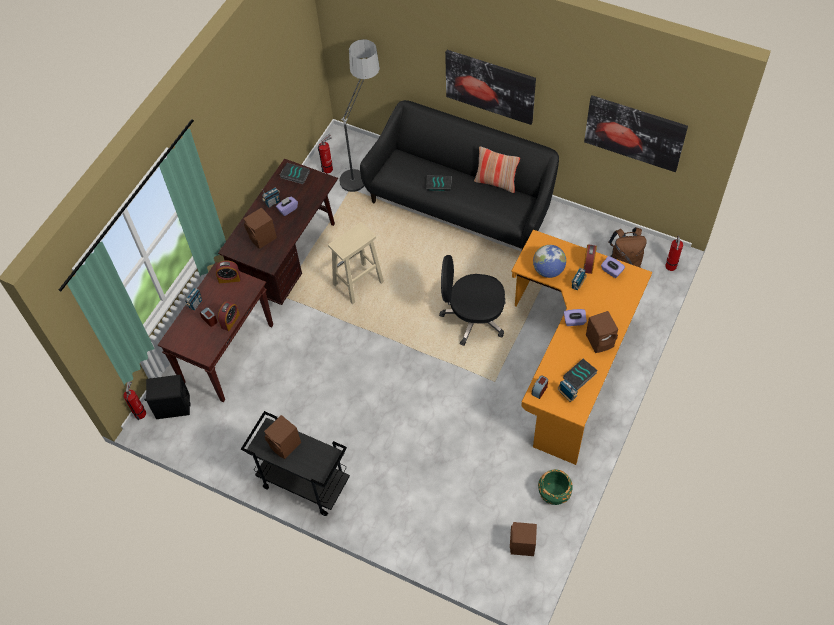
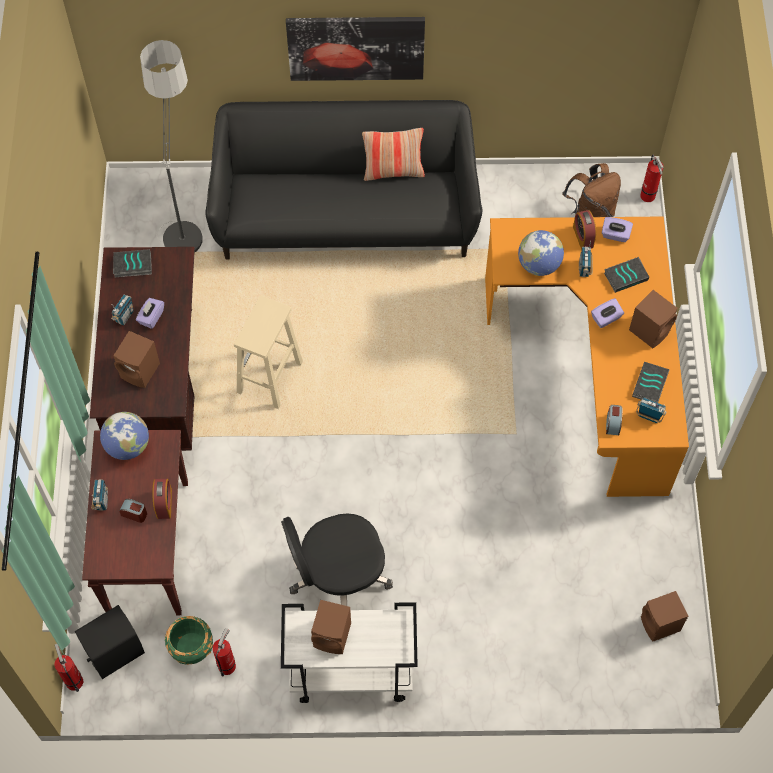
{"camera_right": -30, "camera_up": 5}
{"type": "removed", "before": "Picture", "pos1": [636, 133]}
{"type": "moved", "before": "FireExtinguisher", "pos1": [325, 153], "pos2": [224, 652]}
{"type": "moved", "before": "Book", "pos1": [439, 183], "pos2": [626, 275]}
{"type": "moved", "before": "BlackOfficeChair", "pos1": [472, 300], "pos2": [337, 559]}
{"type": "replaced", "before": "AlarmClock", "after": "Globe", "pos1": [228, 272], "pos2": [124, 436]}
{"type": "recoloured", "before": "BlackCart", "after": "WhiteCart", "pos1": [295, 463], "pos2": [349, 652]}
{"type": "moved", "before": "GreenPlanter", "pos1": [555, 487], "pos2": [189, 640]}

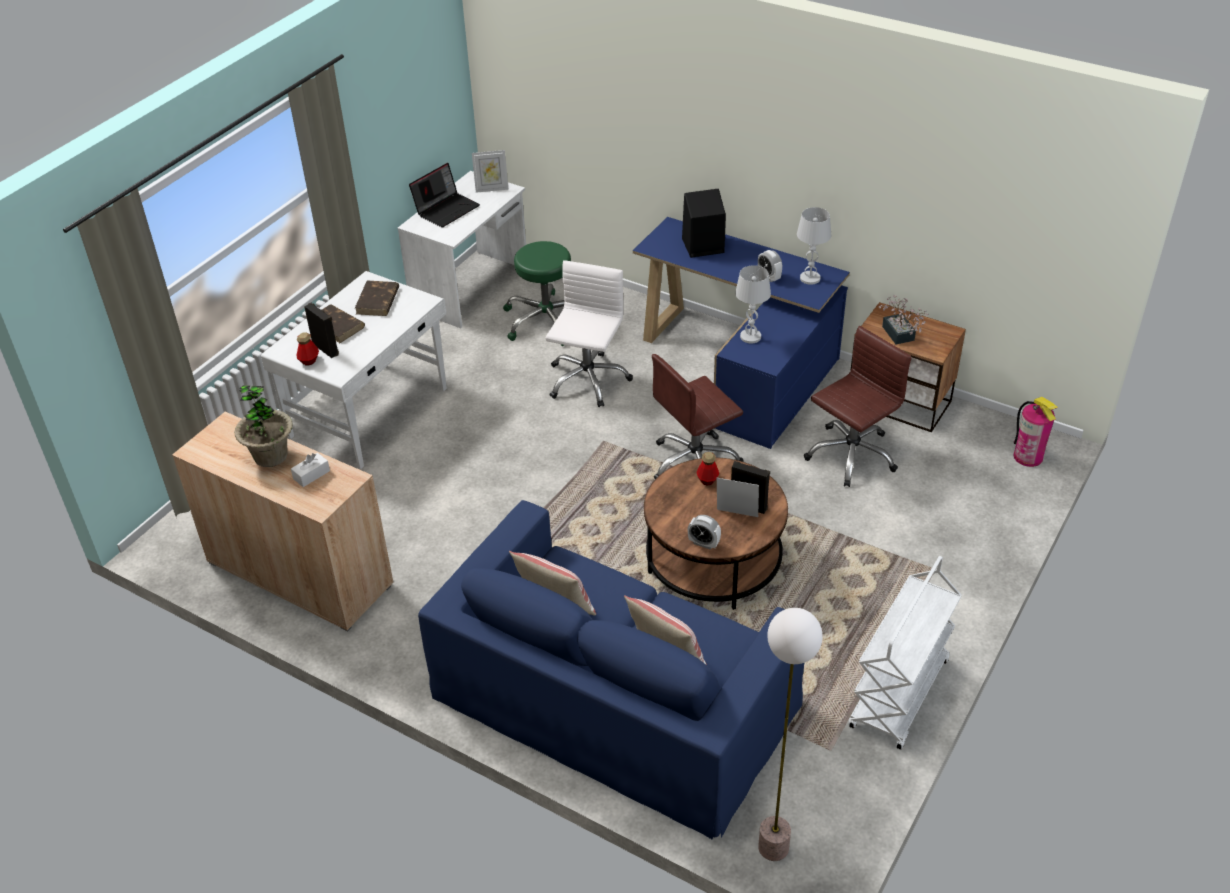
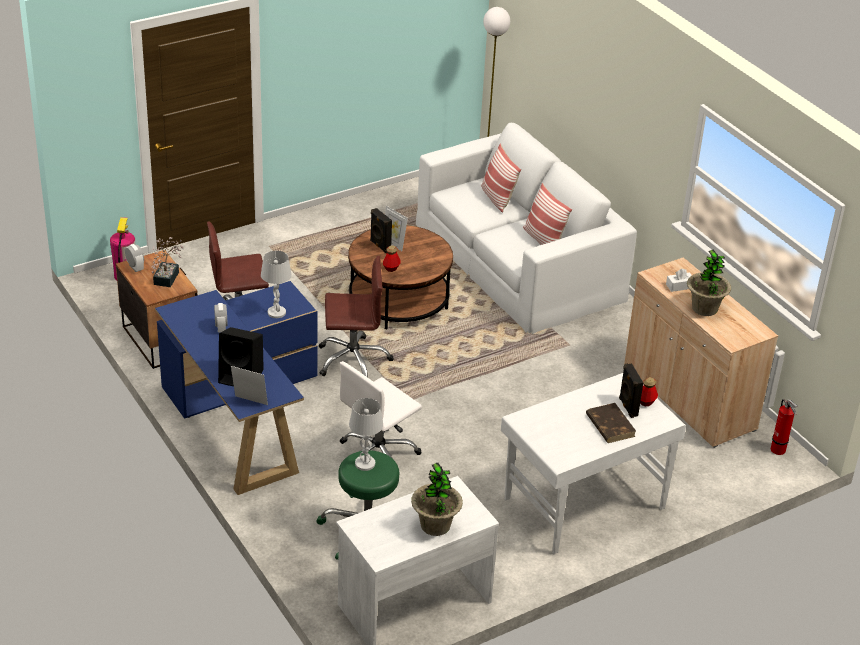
{"camera_right": -155, "camera_up": -5}
{"type": "moved", "before": "PictureFrame", "pos1": [490, 171], "pos2": [249, 385]}
{"type": "replaced", "before": "Laptop", "after": "PottedPlant", "pos1": [444, 195], "pos2": [437, 499]}
{"type": "moved", "before": "WhiteTableLamp", "pos1": [814, 246], "pos2": [366, 434]}
{"type": "removed", "before": "BrownBook", "pos1": [377, 298]}
{"type": "recoloured", "before": "BlueSofa", "after": "WhiteSofa", "pos1": [611, 670], "pos2": [526, 228]}
{"type": "moved", "before": "AlarmClock", "pos1": [704, 532], "pos2": [134, 258]}
{"type": "removed", "before": "WhiteCart", "pos1": [905, 653]}
{"type": "added", "after": "FireExtinguisher", "pos2": [784, 427]}

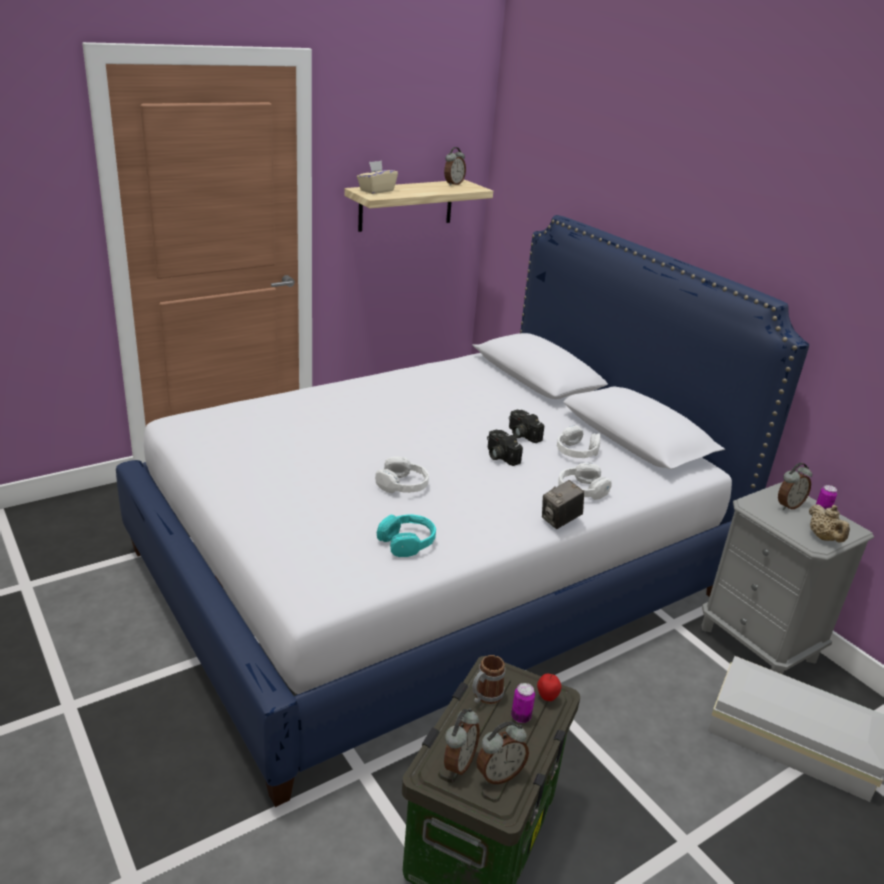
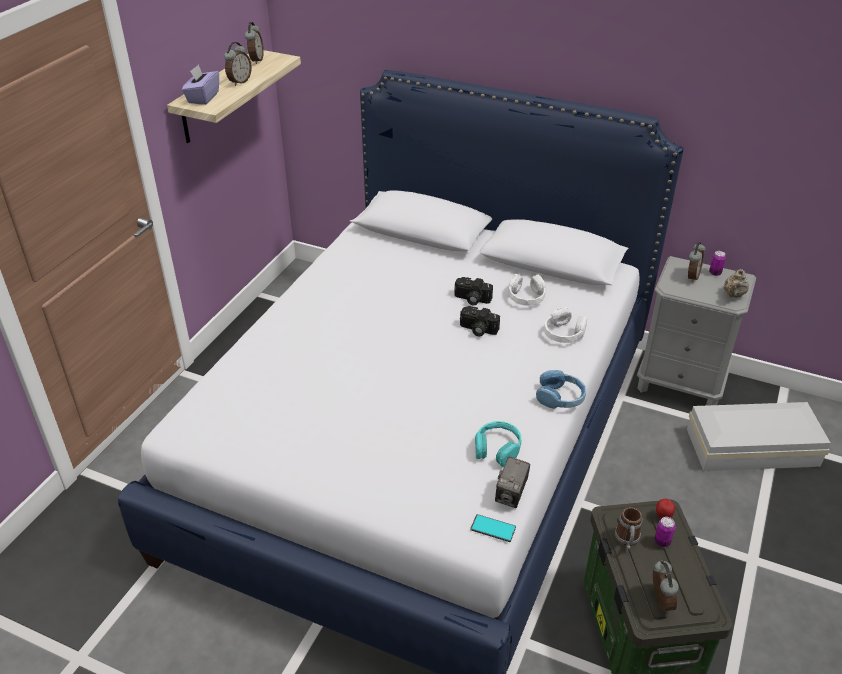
{"camera_right": -30, "camera_up": 10}
{"type": "recoloured", "before": "BeigeTissueBox", "after": "PurpleTissueBox", "pos1": [377, 177], "pos2": [200, 84]}
{"type": "removed", "before": "WhiteHeadphones", "pos1": [402, 474]}
{"type": "moved", "before": "PhotoCamera", "pos1": [563, 504], "pos2": [512, 482]}
{"type": "turned", "before": "BeigeTeapot", "pos1": [829, 523], "pos2": [736, 283], "turn": 75}
{"type": "moved", "before": "AlarmClock", "pos1": [502, 752], "pos2": [238, 64]}
{"type": "added", "after": "BlueHeadphones", "pos2": [561, 389]}
{"type": "added", "after": "Phone", "pos2": [493, 528]}

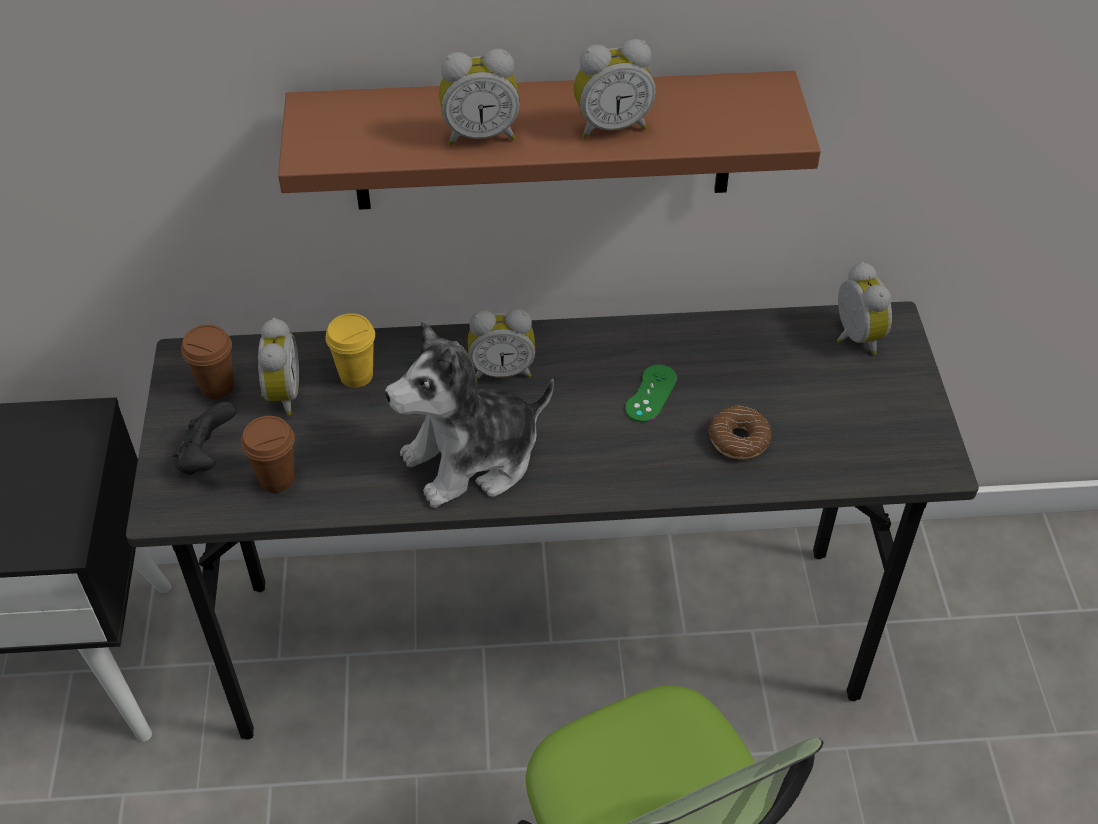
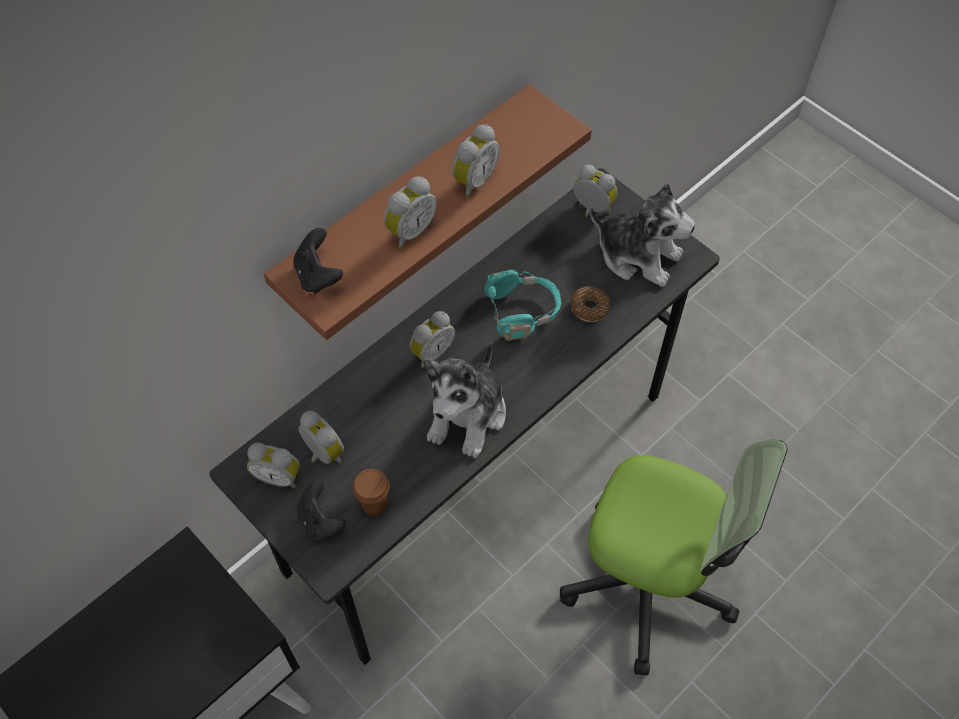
{"camera_right": -40, "camera_up": 10}
{"type": "removed", "before": "YellowCup", "pos1": [350, 350]}
{"type": "replaced", "before": "BrownCup", "after": "AlarmClock", "pos1": [207, 362], "pos2": [273, 466]}
{"type": "replaced", "before": "GreenGameController", "after": "TurquoiseHeadphones", "pos1": [651, 393], "pos2": [522, 305]}
{"type": "added", "after": "PlushToy", "pos2": [642, 235]}
{"type": "added", "after": "BlackGameController", "pos2": [318, 260]}

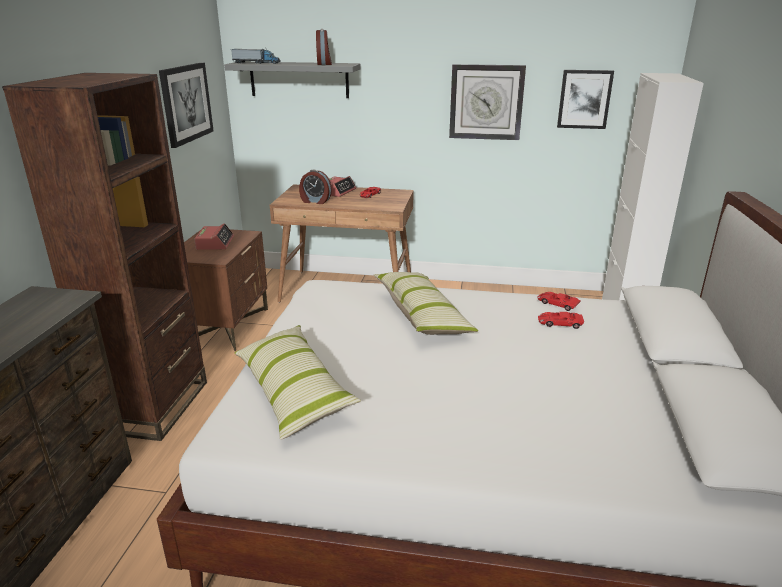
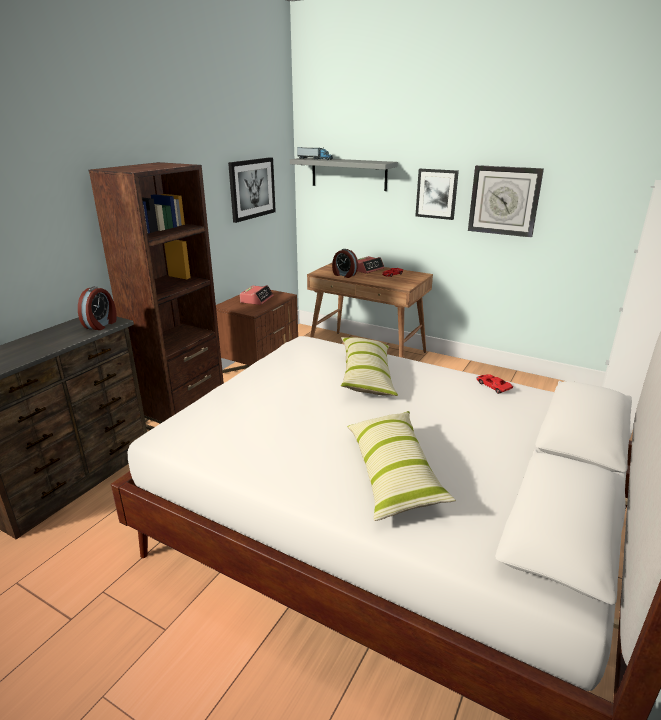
{"camera_right": 20, "camera_up": 0}
{"type": "moved", "before": "AlarmClock", "pos1": [324, 47], "pos2": [97, 308]}
{"type": "moved", "before": "Picture", "pos1": [585, 99], "pos2": [437, 194]}
{"type": "removed", "before": "RedToyCar", "pos1": [561, 320]}
{"type": "moved", "before": "Pillow", "pos1": [298, 382], "pos2": [401, 466]}

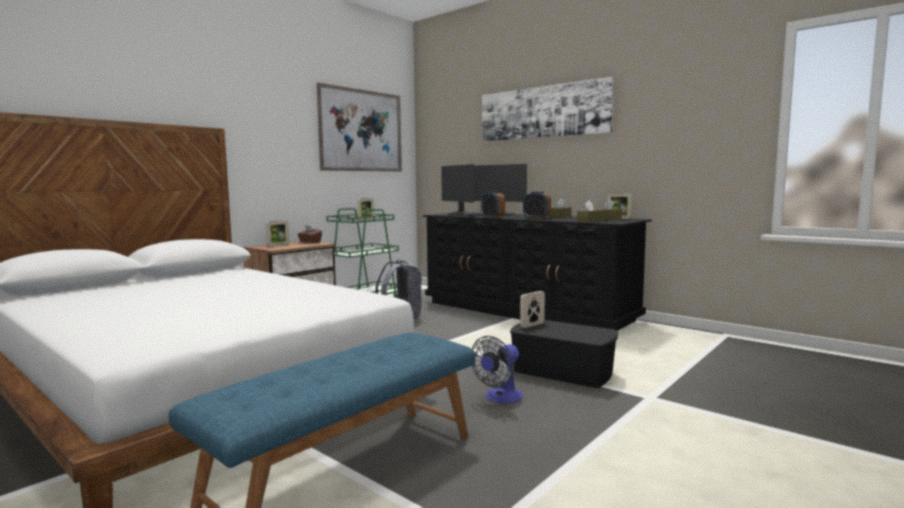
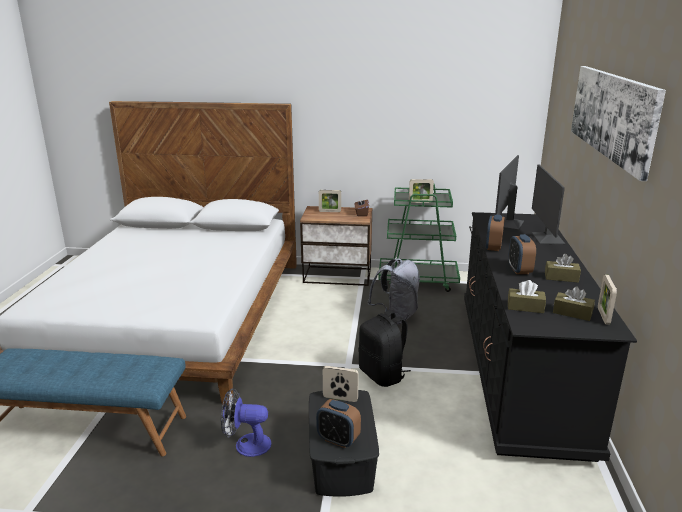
{"camera_right": 55, "camera_up": 15}
{"type": "removed", "before": "Picture", "pos1": [359, 127]}
{"type": "added", "after": "BlackBackpack", "pos2": [385, 348]}
{"type": "added", "after": "AlarmClock", "pos2": [338, 423]}

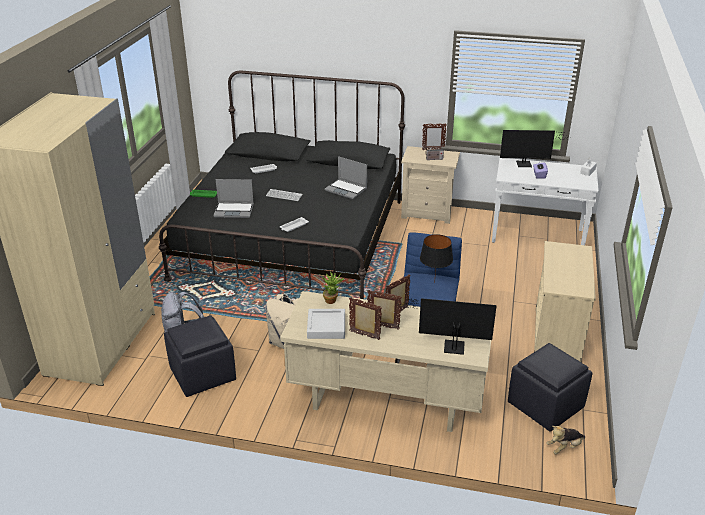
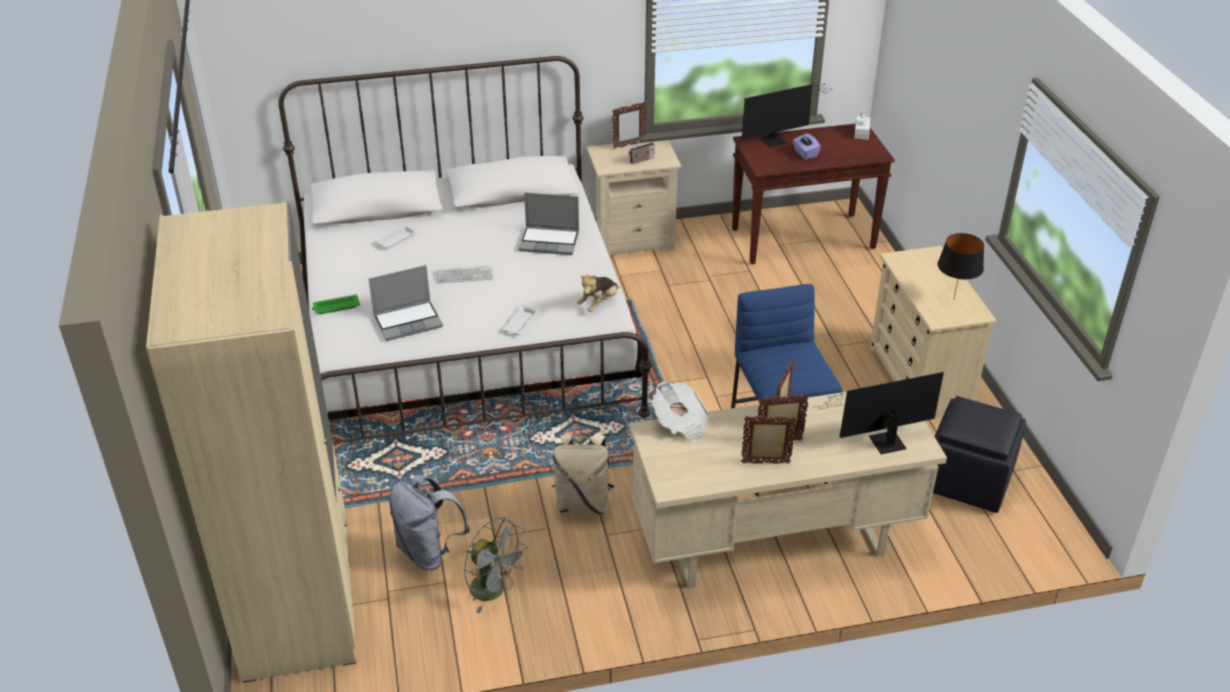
{"camera_right": -25, "camera_up": 5}
{"type": "recoloured", "before": "BlackBed", "after": "WhiteBed", "pos1": [282, 185], "pos2": [465, 250]}
{"type": "recoloured", "before": "WhiteConsoleTable", "after": "BrownConsoleTable", "pos1": [545, 201], "pos2": [813, 194]}
{"type": "moved", "before": "BlackTableLamp", "pos1": [436, 259], "pos2": [961, 265]}
{"type": "replaced", "before": "PottedPlant", "after": "Newspaper", "pos1": [332, 288], "pos2": [682, 412]}
{"type": "removed", "before": "GreyTray", "pos1": [326, 324]}
{"type": "replaced", "before": "BlackOttoman", "after": "GreyFan", "pos1": [200, 356], "pos2": [496, 565]}
{"type": "moved", "before": "PlushToy", "pos1": [566, 440], "pos2": [598, 293]}

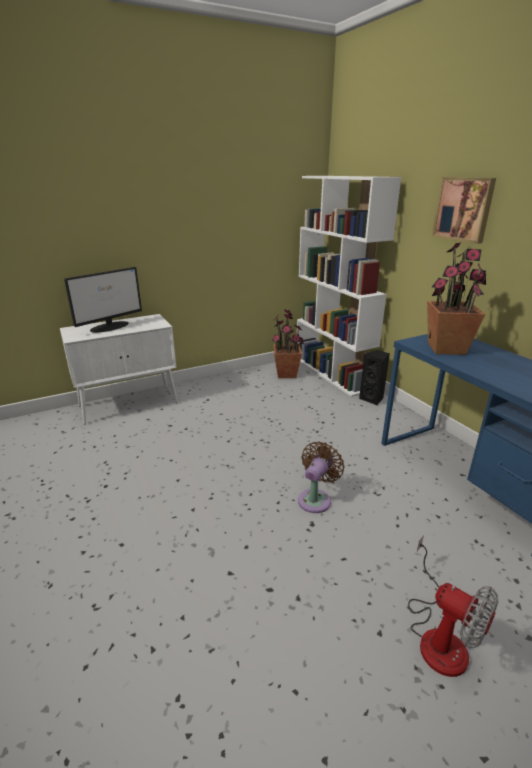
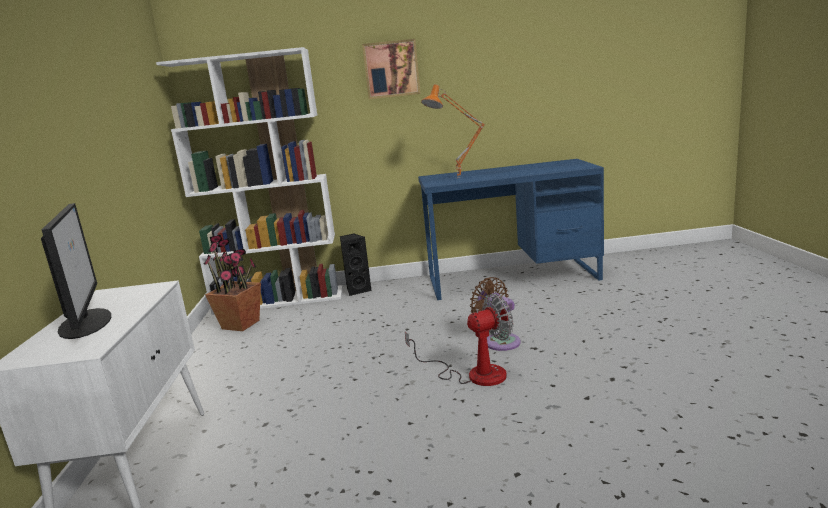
{"camera_right": -65, "camera_up": -10}
{"type": "replaced", "before": "PottedPlant", "after": "OrangeTableLamp", "pos1": [456, 298], "pos2": [453, 131]}
{"type": "moved", "before": "Fan", "pos1": [453, 606], "pos2": [459, 340]}

